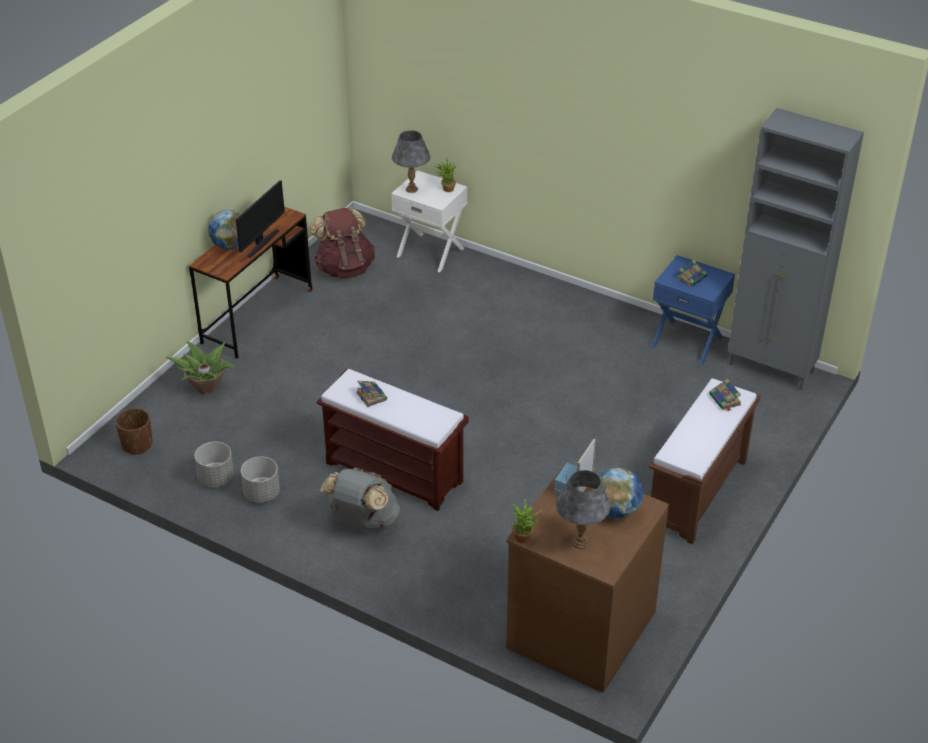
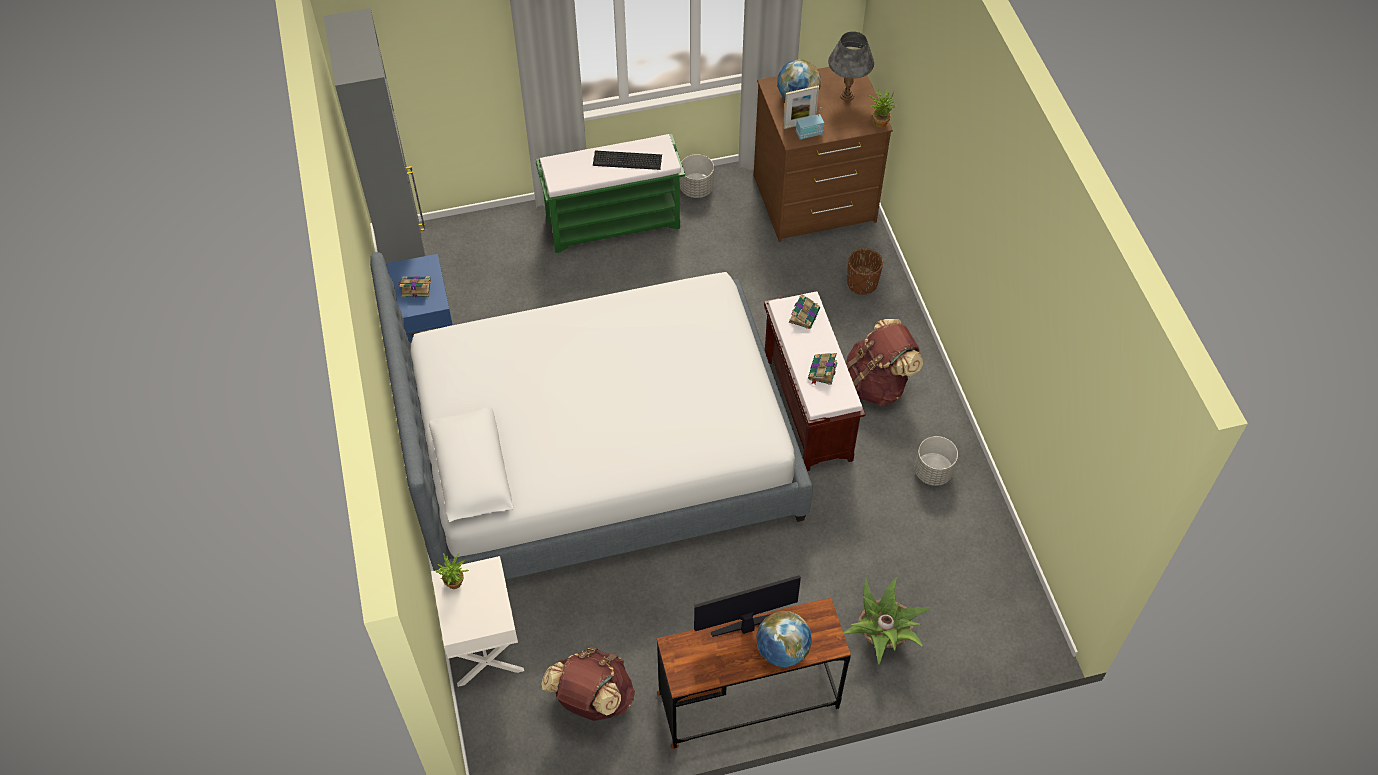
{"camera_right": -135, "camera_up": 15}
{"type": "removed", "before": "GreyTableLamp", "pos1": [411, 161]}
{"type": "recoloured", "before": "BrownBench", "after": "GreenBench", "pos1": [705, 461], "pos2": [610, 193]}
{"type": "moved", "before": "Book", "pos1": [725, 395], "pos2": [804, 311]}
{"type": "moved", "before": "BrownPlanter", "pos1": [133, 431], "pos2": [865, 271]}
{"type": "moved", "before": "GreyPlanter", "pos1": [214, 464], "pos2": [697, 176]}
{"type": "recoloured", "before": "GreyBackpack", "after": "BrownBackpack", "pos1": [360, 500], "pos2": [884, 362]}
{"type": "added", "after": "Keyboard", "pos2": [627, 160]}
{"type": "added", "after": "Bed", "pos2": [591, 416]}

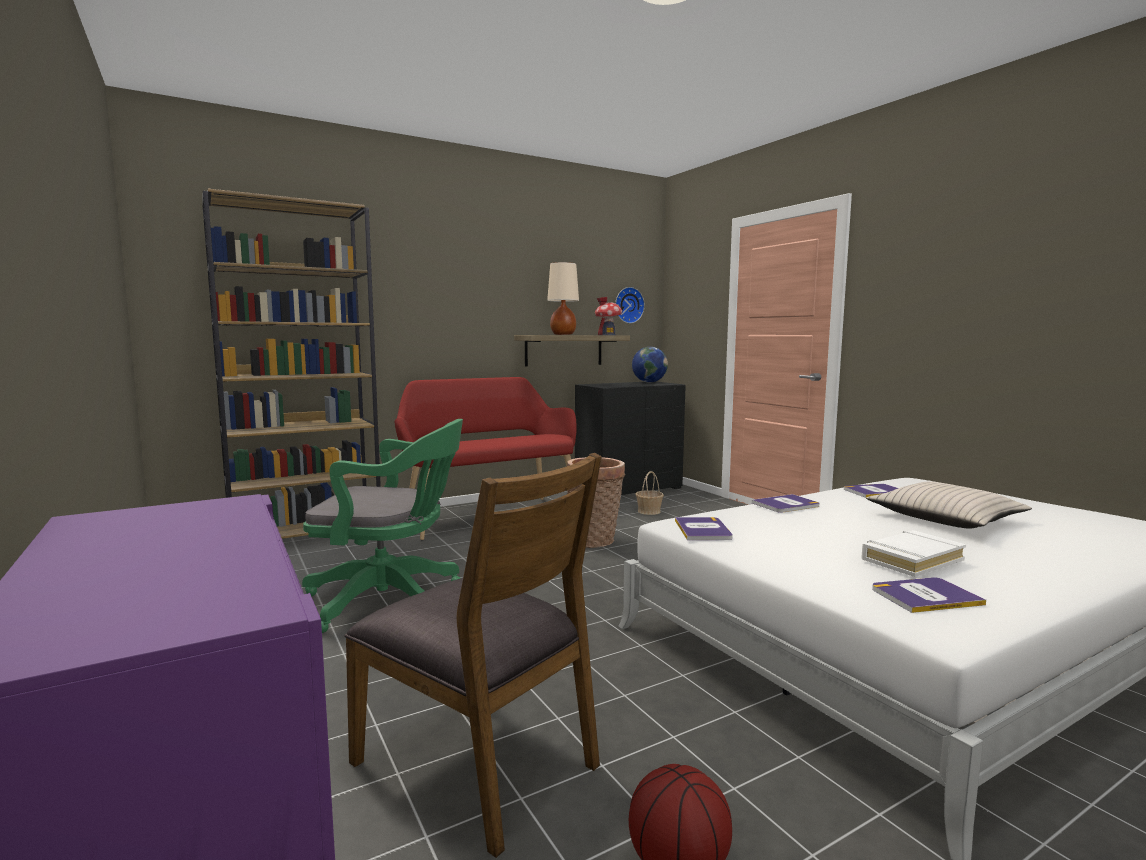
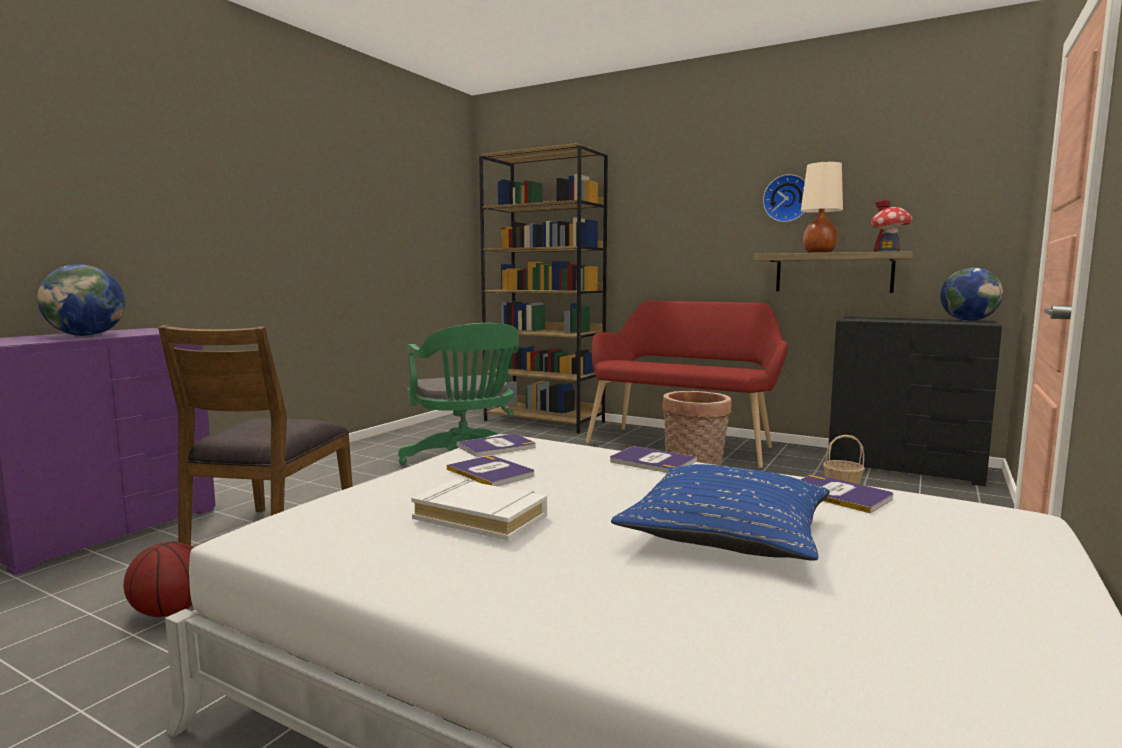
{"camera_right": 60, "camera_up": 0}
{"type": "moved", "before": "WallClock", "pos1": [630, 305], "pos2": [784, 198]}
{"type": "recoloured", "before": "BeigePillow", "after": "BluePillow", "pos1": [949, 505], "pos2": [720, 512]}
{"type": "moved", "before": "Book", "pos1": [929, 595], "pos2": [490, 471]}
{"type": "added", "after": "Globe", "pos2": [81, 300]}

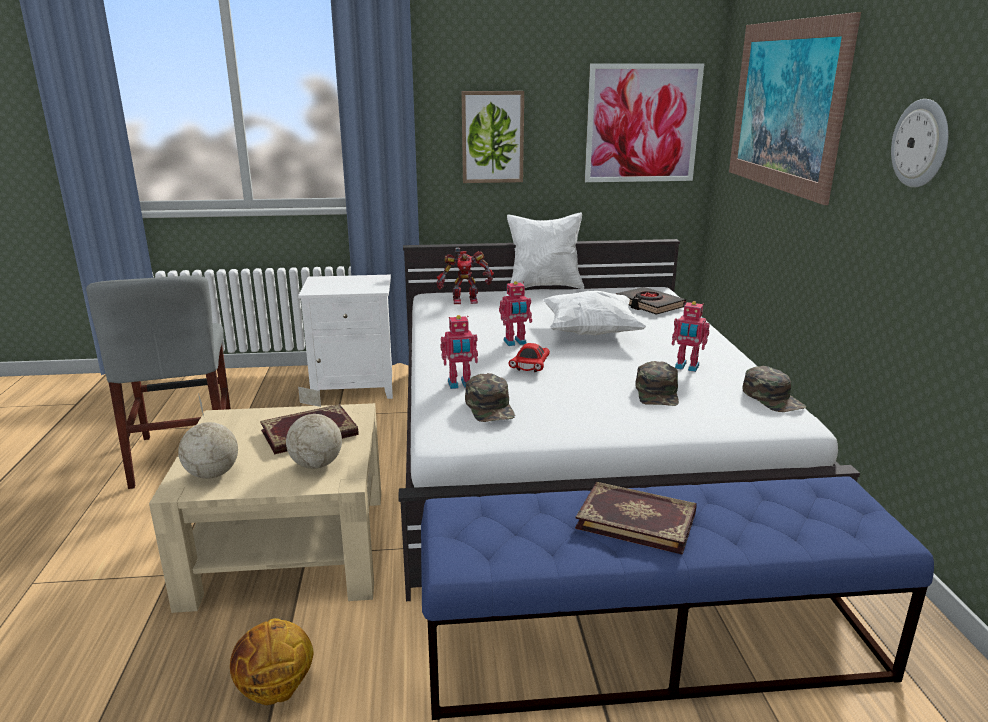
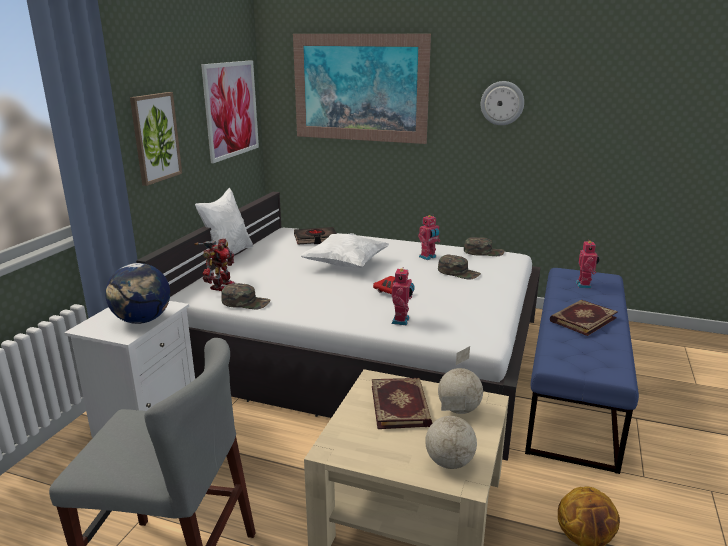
{"camera_right": -65, "camera_up": 0}
{"type": "moved", "before": "ToyRobot", "pos1": [515, 313], "pos2": [588, 264]}
{"type": "moved", "before": "GreenCap", "pos1": [490, 397], "pos2": [246, 296]}
{"type": "added", "after": "Globe", "pos2": [137, 293]}

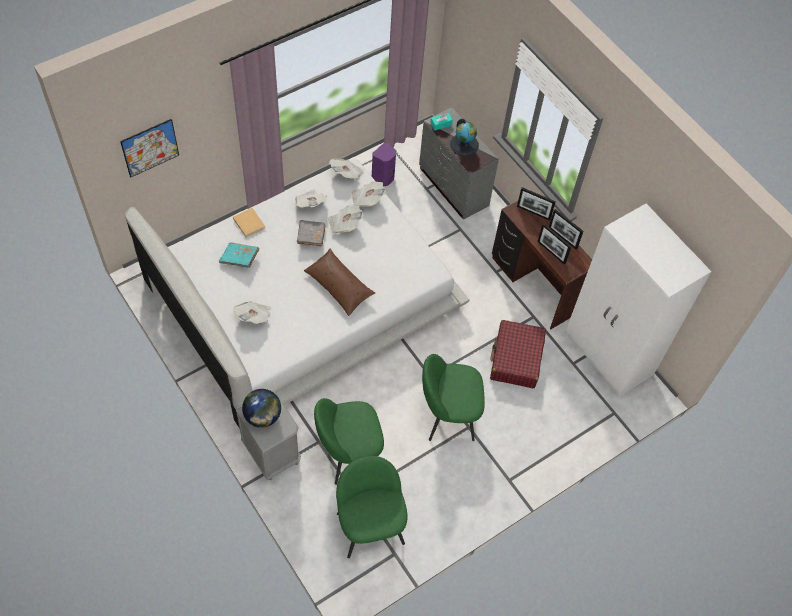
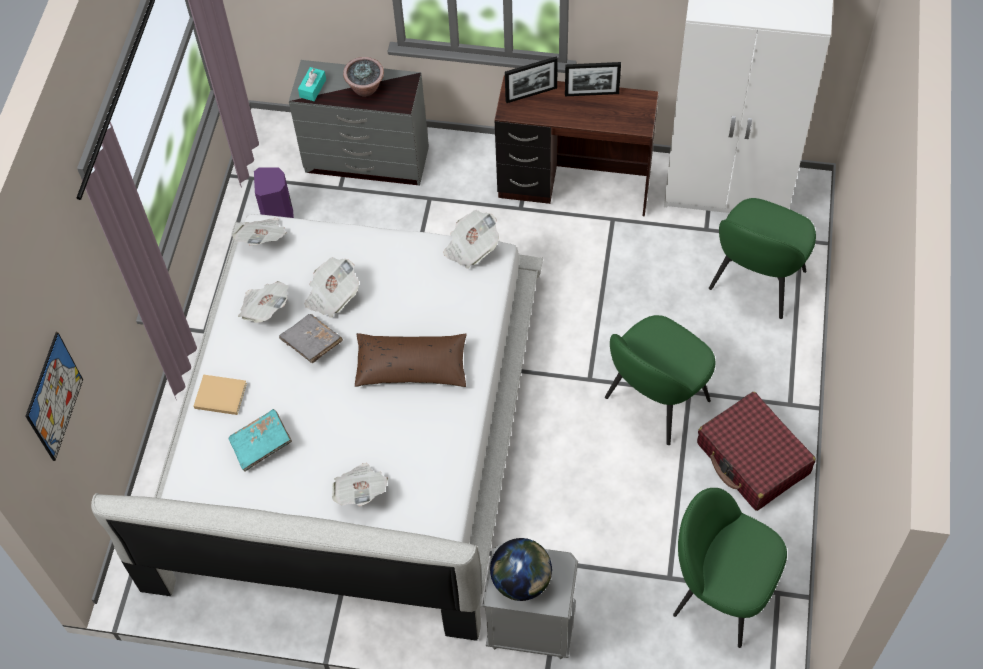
{"camera_right": -40, "camera_up": 0}
{"type": "replaced", "before": "Globe", "after": "PottedPlant", "pos1": [464, 137], "pos2": [363, 77]}
{"type": "moved", "before": "Newspaper", "pos1": [369, 194], "pos2": [471, 239]}
{"type": "removed", "before": "PictureFrame", "pos1": [554, 244]}
{"type": "moved", "before": "RedSuitcase", "pos1": [518, 354], "pos2": [756, 451]}
{"type": "moved", "before": "GreenChair", "pos1": [349, 441], "pos2": [762, 258]}

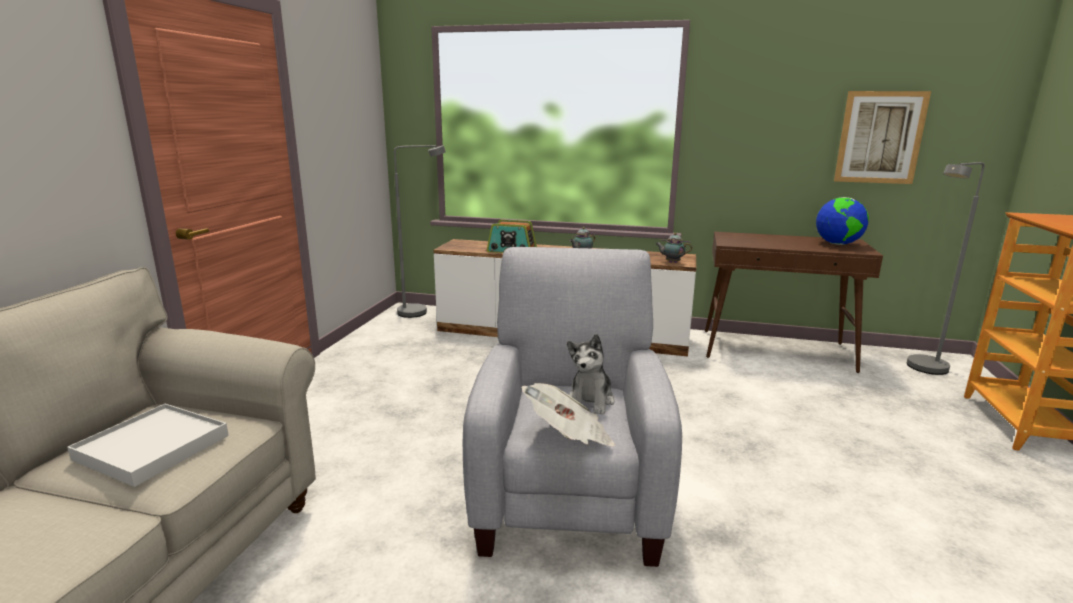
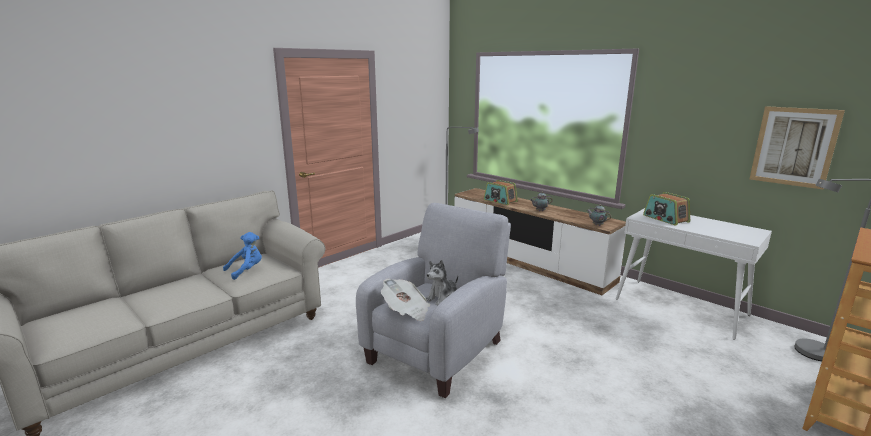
{"camera_right": 30, "camera_up": 0}
{"type": "removed", "before": "Globe", "pos1": [842, 221]}
{"type": "recoloured", "before": "BrownConsoleTable", "after": "WhiteConsoleTable", "pos1": [794, 302], "pos2": [694, 274]}
{"type": "replaced", "before": "WhiteTray", "after": "BluePlushToy", "pos1": [148, 445], "pos2": [242, 256]}
{"type": "added", "after": "Radio", "pos2": [666, 208]}

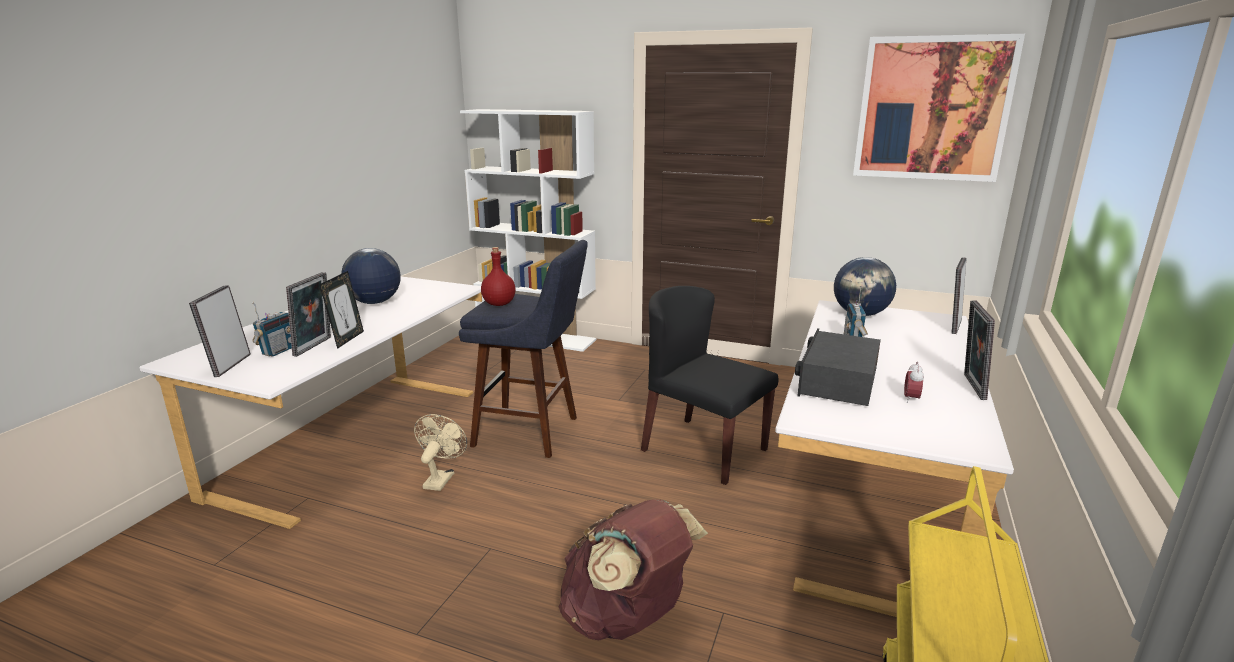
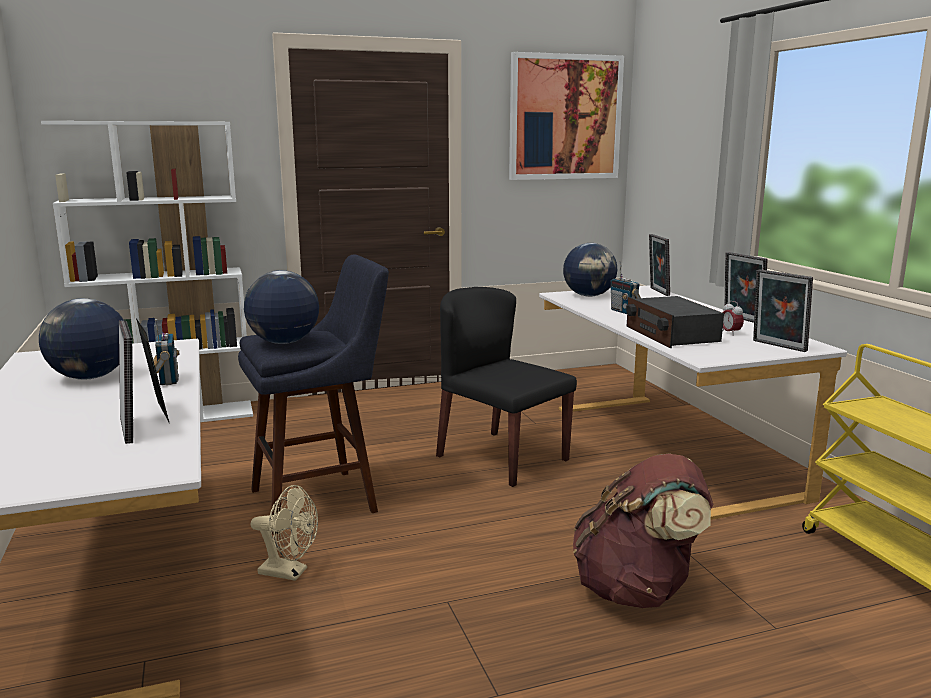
{"camera_right": -40, "camera_up": -5}
{"type": "replaced", "before": "RedBottle", "after": "Globe", "pos1": [498, 276], "pos2": [281, 307]}
{"type": "moved", "before": "PictureFrame", "pos1": [220, 331], "pos2": [783, 310]}
{"type": "turned", "before": "BlackChair", "pos1": [709, 385], "pos2": [506, 387], "turn": 45}
{"type": "moved", "before": "Radio", "pos1": [272, 329], "pos2": [166, 352]}
{"type": "turned", "before": "BeigeFan", "pos1": [440, 452], "pos2": [284, 533], "turn": 135}

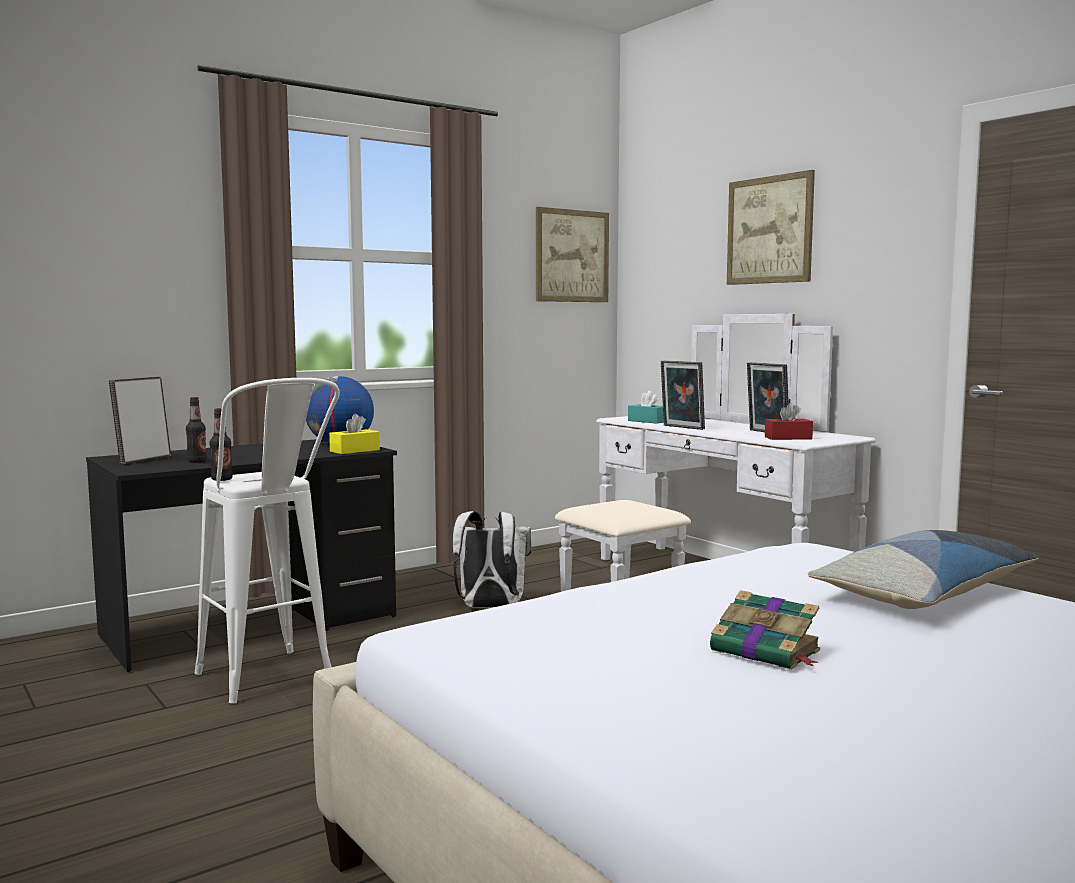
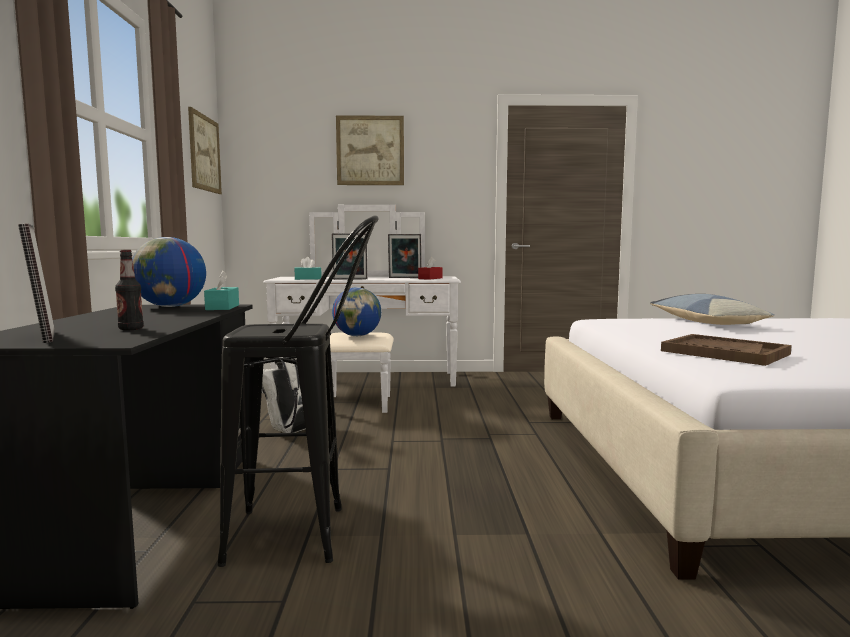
{"camera_right": -55, "camera_up": 0}
{"type": "recoloured", "before": "WhiteStool", "after": "BlackStool", "pos1": [267, 540], "pos2": [298, 391]}
{"type": "removed", "before": "Bottle", "pos1": [221, 444]}
{"type": "recoloured", "before": "YellowTissueBox", "after": "TurquoiseTissueBox", "pos1": [354, 434], "pos2": [221, 290]}
{"type": "removed", "before": "Book", "pos1": [765, 630]}
{"type": "added", "after": "Globe", "pos2": [356, 311]}
{"type": "added", "after": "BrownTray", "pos2": [726, 350]}

